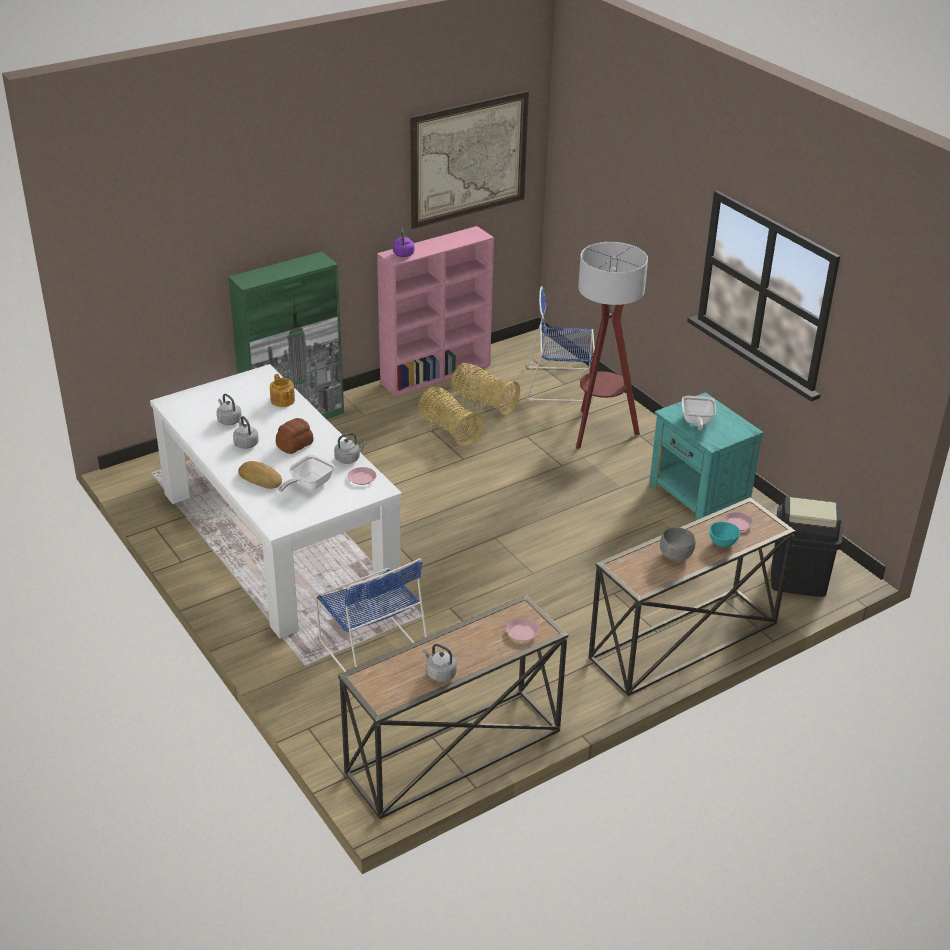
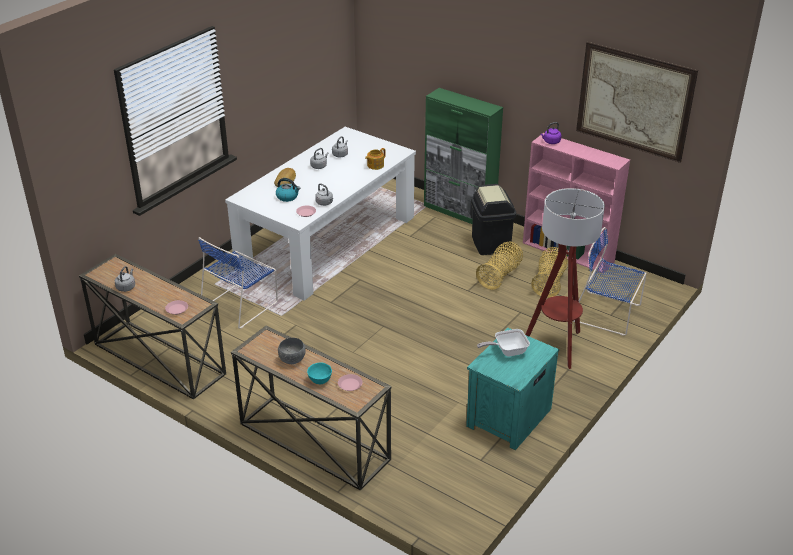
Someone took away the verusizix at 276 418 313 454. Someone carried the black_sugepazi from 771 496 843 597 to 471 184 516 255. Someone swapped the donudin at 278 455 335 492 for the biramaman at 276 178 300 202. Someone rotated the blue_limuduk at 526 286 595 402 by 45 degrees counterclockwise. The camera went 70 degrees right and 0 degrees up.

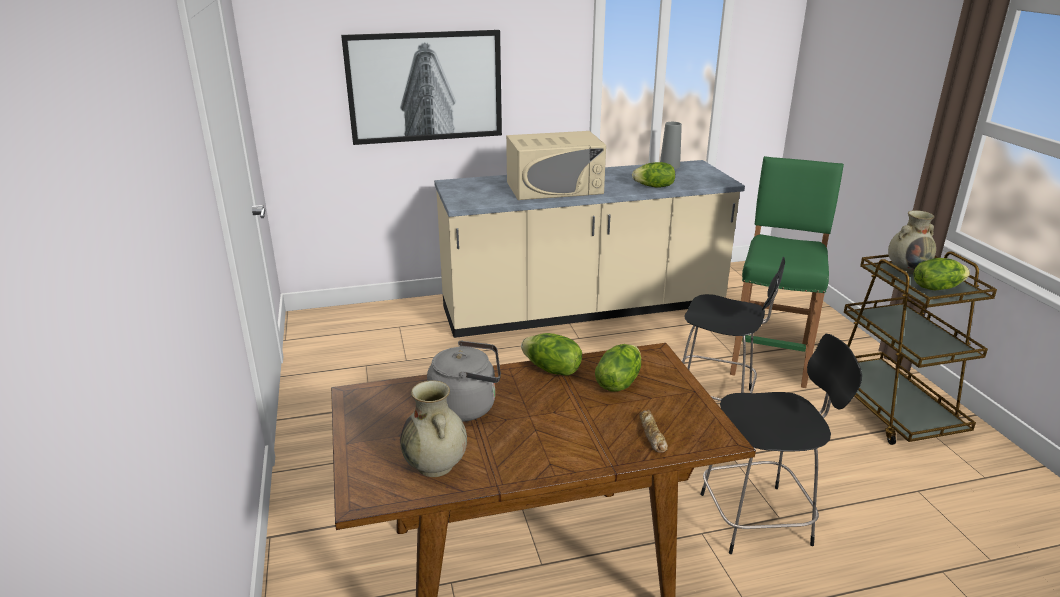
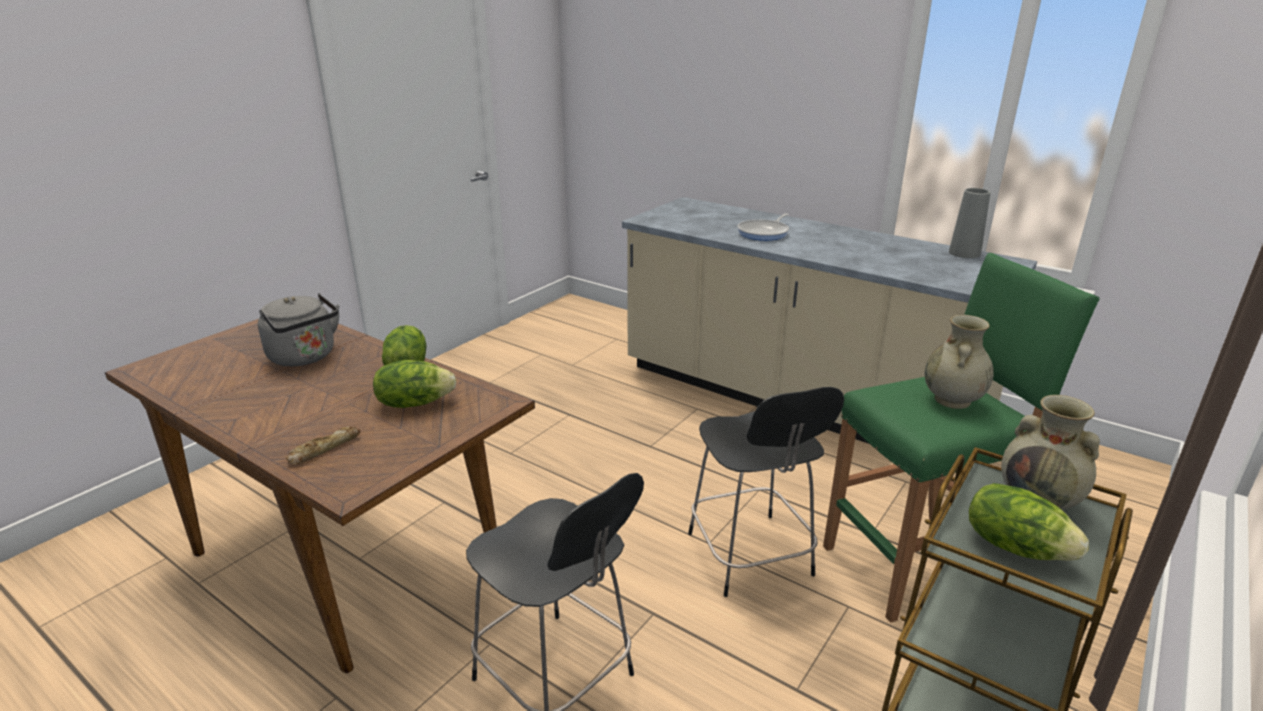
Someone took away the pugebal at 341 30 502 145. Someone took away the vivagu at 632 162 675 188. Someone carried the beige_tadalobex from 400 380 467 477 to 925 315 994 409. Someone swapped the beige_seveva at 506 131 606 200 for the donudin at 737 213 789 241. The camera went 50 degrees right and 0 degrees up.

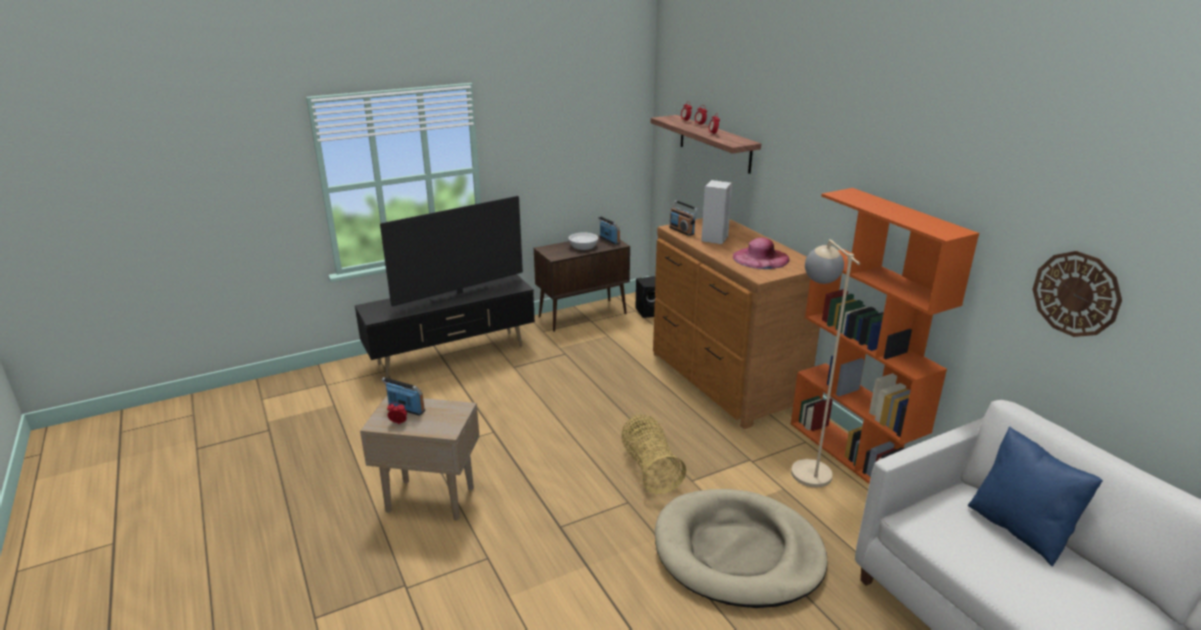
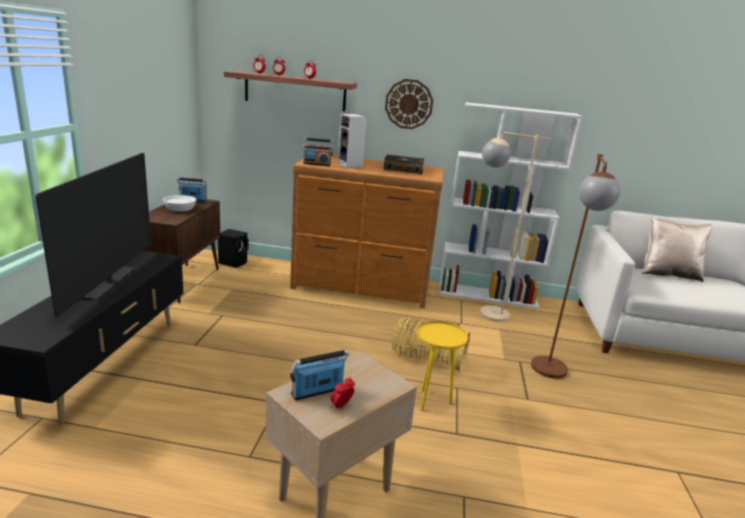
Someone put down the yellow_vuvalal at 417 321 468 411. Someone carried the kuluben from 1033 251 1122 337 to 385 79 433 129. Someone swapped the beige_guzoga at 655 489 827 608 for the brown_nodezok at 531 154 620 379. Someone swapped the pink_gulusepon at 733 237 789 269 for the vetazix at 384 154 424 174. Someone repainted the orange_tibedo at 791 188 979 484, which became the white_tibedo at 438 102 583 309. Someone repainted the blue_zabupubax at 968 426 1103 566, which became the beige_zabupubax at 641 217 712 282. The camera went 55 degrees left and 5 degrees down.

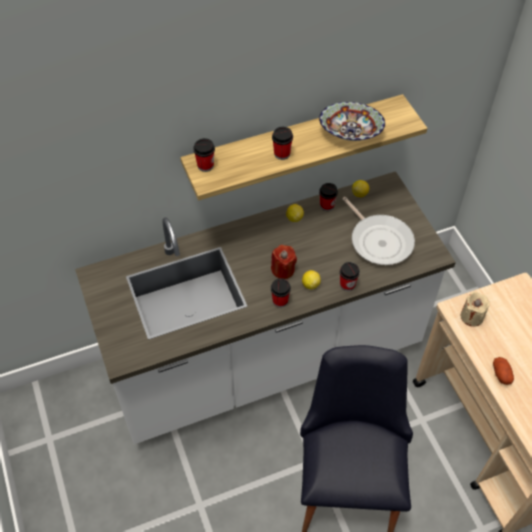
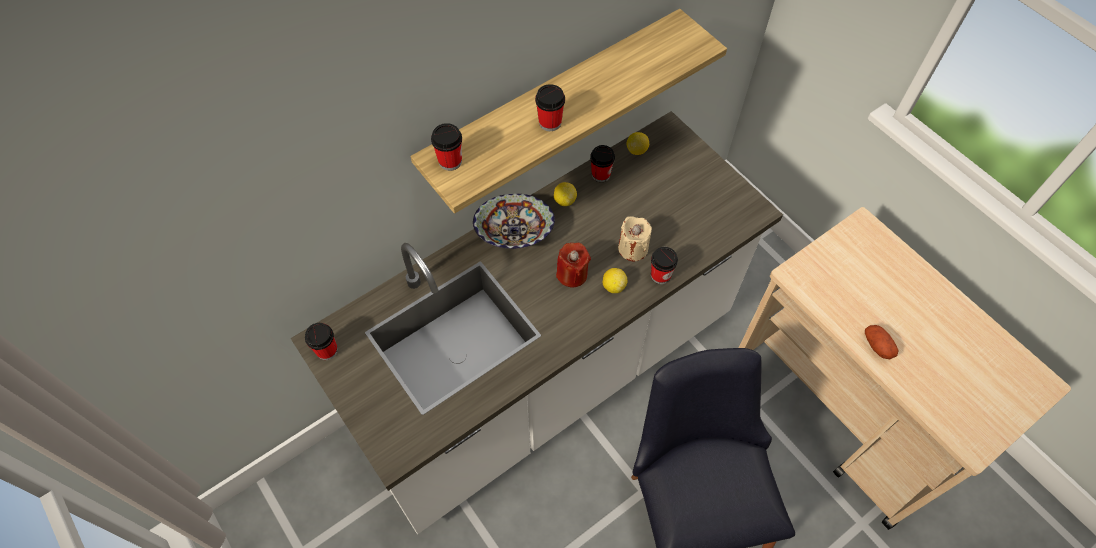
Someone took away the donudin at 342 197 415 265. Someone carried the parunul from 271 278 291 308 to 305 323 338 360. Someone carried the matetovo from 319 102 385 141 to 473 194 555 249. Someone carried the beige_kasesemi from 461 292 490 327 to 618 216 652 261. The camera went 15 degrees left and 5 degrees up.

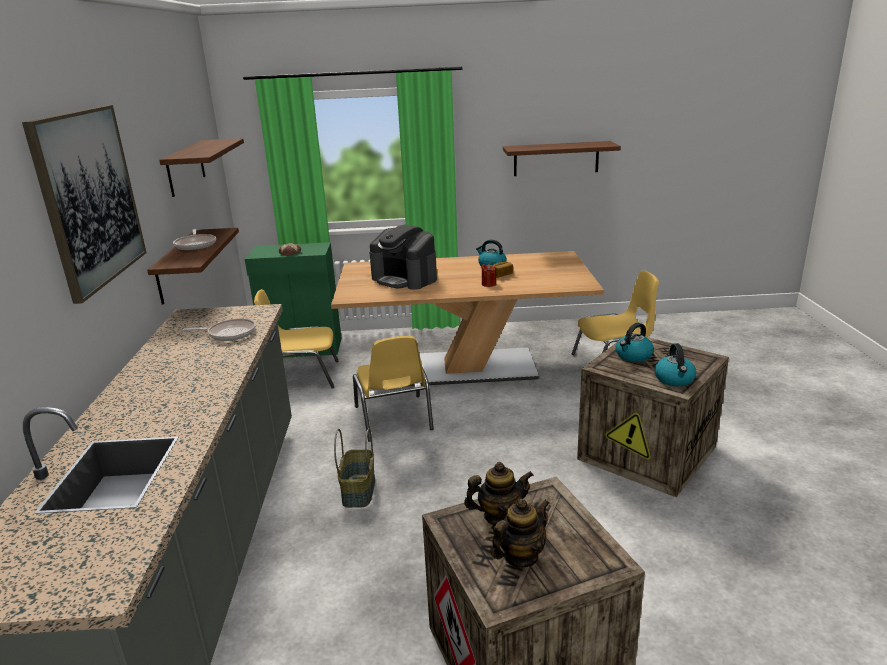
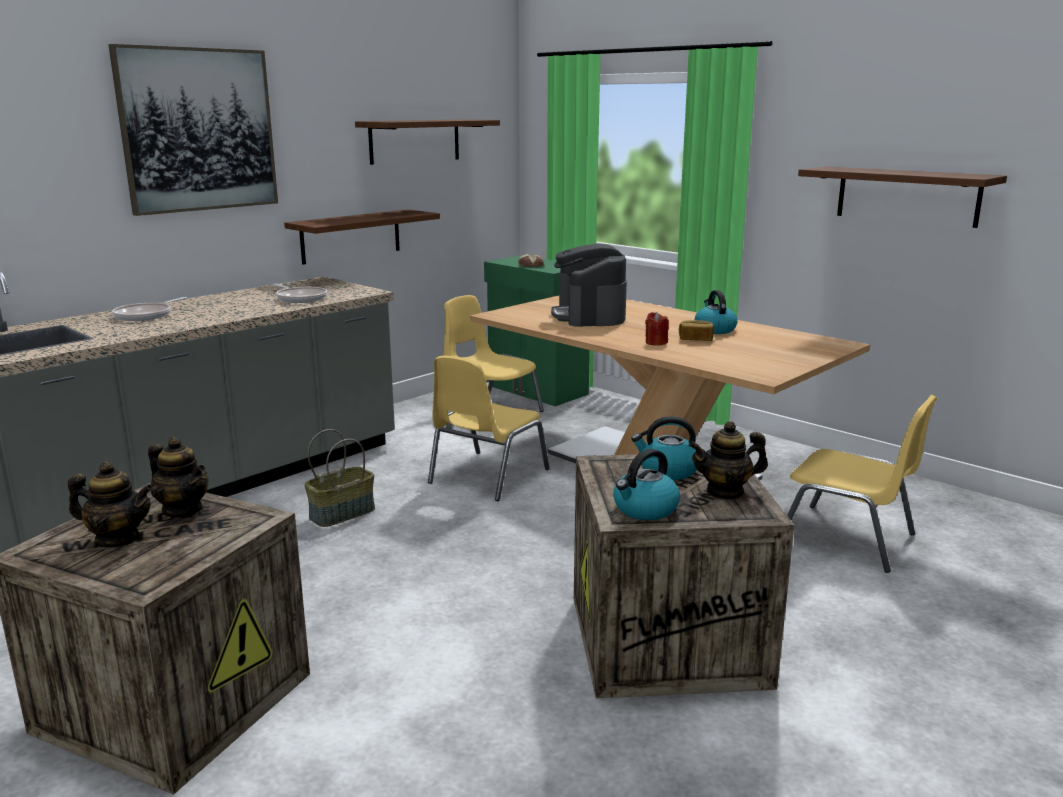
Someone put down the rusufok at 689 421 768 500. Someone carried the donudin from 173 229 216 250 to 112 297 187 321. The camera went 45 degrees right and 5 degrees down.

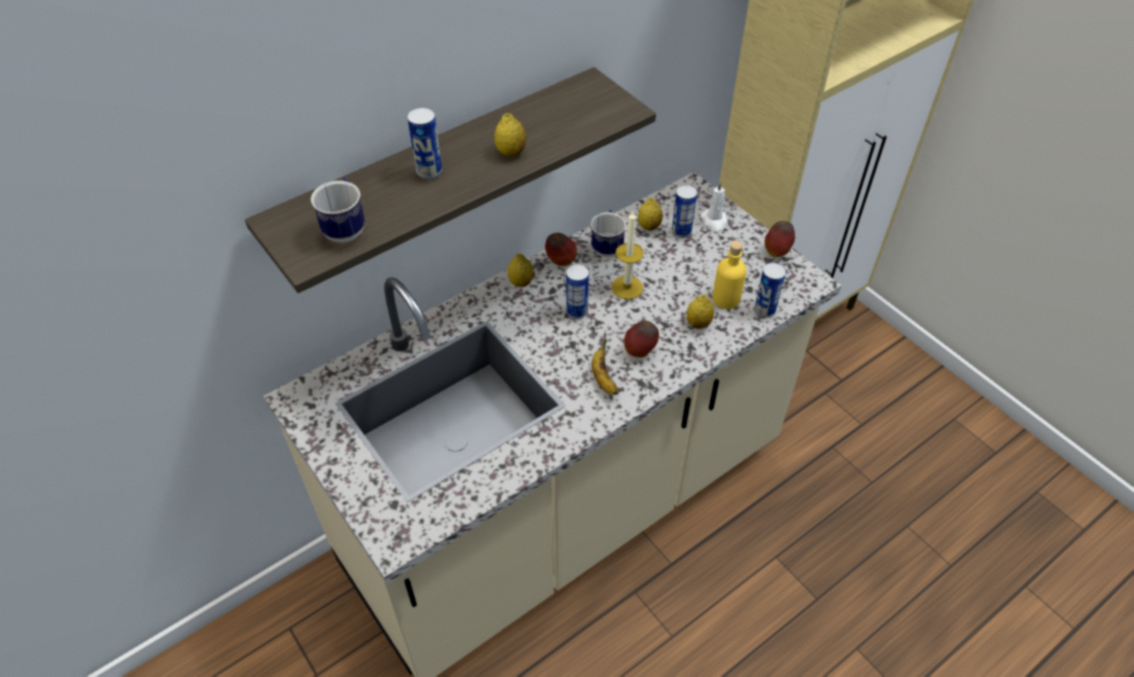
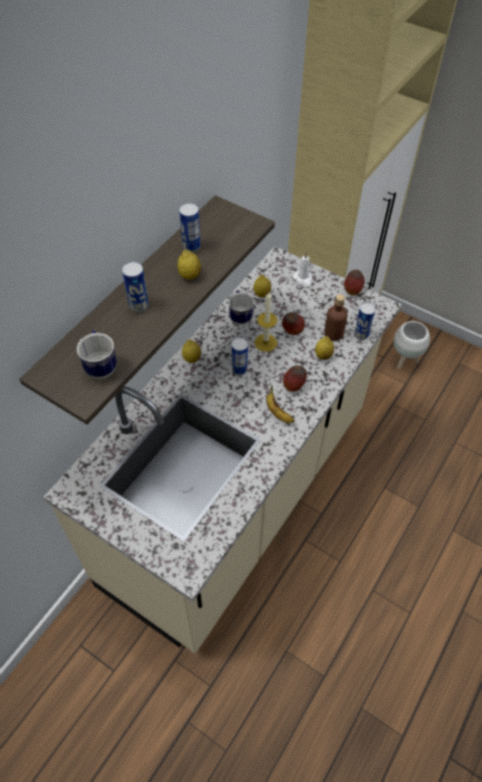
Someone put down the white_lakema at 394 321 430 369. Someone carried the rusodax from 545 233 577 266 to 282 312 305 335. Someone carried the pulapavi from 672 185 697 238 to 179 203 201 253. Someone repainted the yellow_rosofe at 712 241 747 309, which became the brown_rosofe at 324 294 348 341. The camera went 20 degrees left and 5 degrees up.

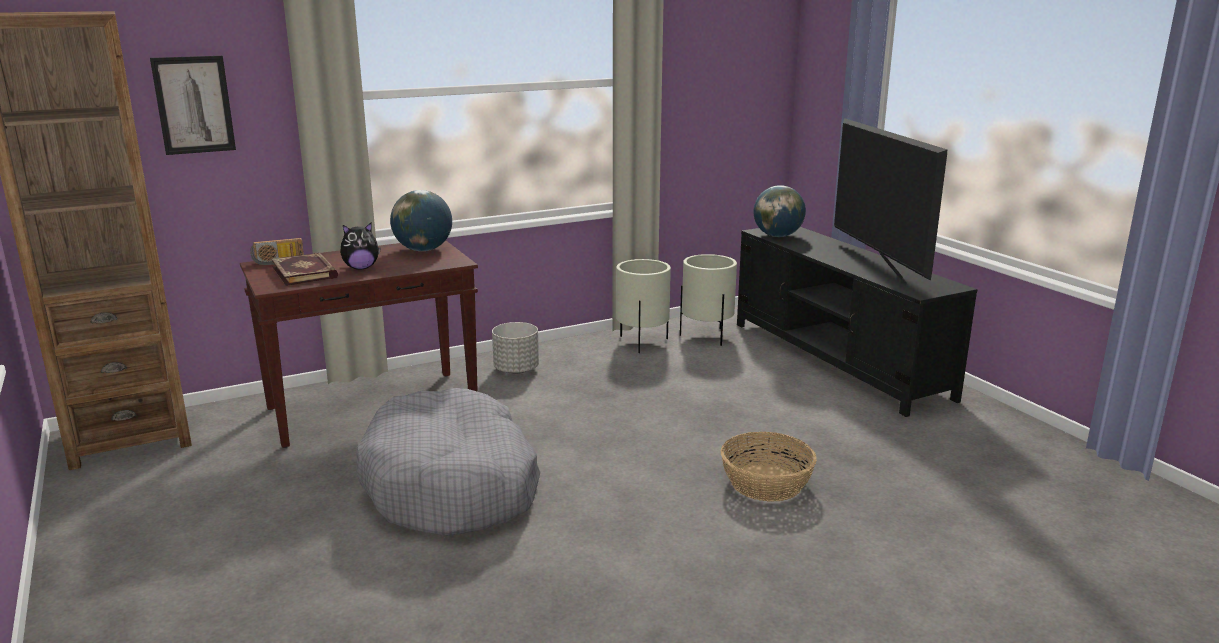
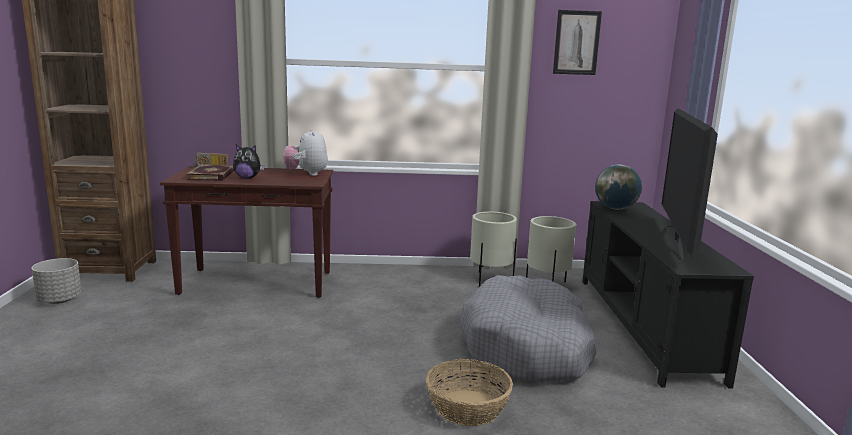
Someone carried the pugebal from 150 56 236 155 to 553 10 602 75. Someone carried the grey_guzoga from 356 388 541 536 to 460 275 597 382. Someone carried the grey_lakema from 492 322 539 374 to 32 258 82 304. Someone swapped the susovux at 390 190 452 251 for the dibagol at 283 129 328 176. The camera went 25 degrees right and 5 degrees down.

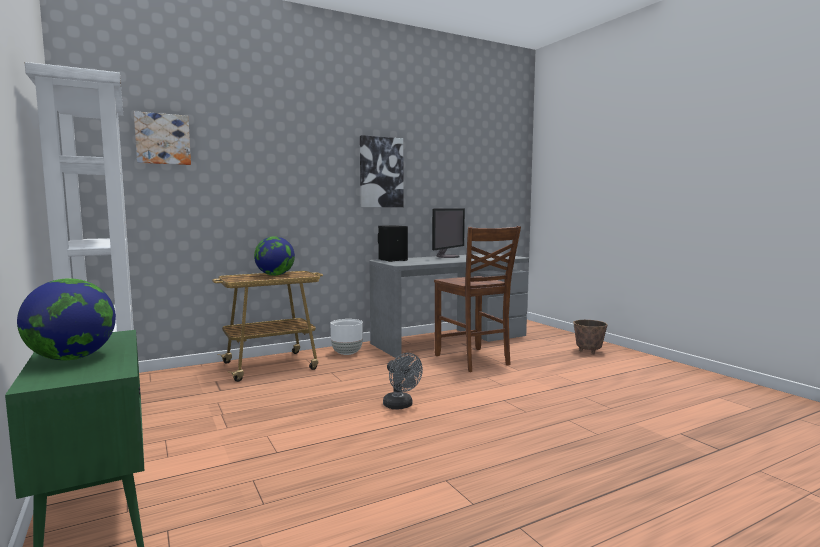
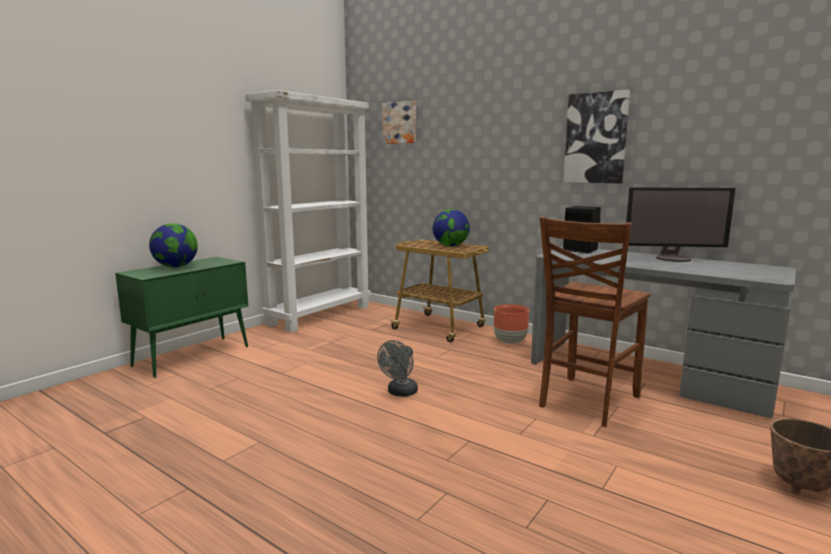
Someone repainted the white_lakema at 331 319 363 355, which became the brown_lakema at 494 304 529 344. The camera went 65 degrees right and 5 degrees up.

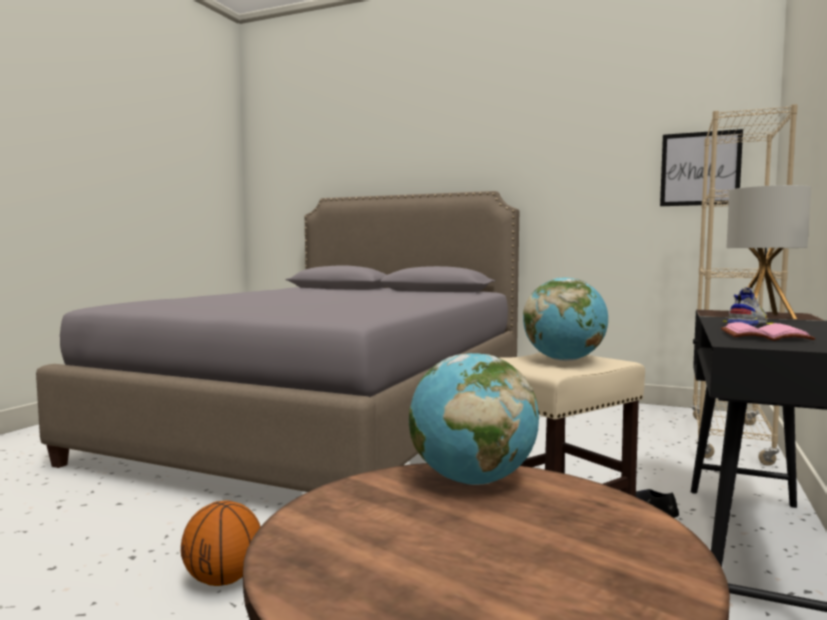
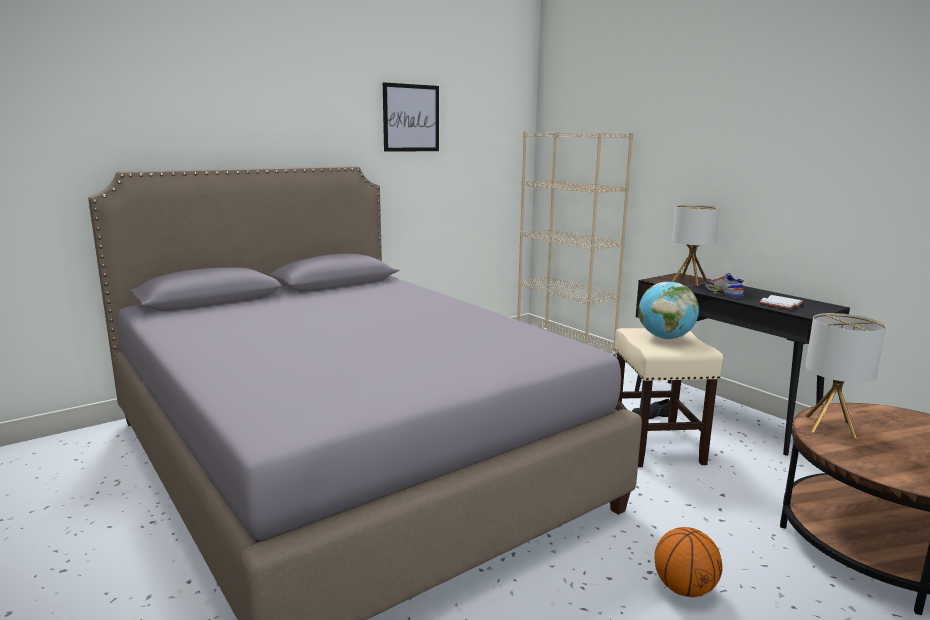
Someone carried the pugebal from 660 129 743 206 to 383 82 439 152. Someone swapped the susovux at 409 353 539 485 for the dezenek at 805 313 886 439. Someone repainted the pink_vetazix at 721 322 815 341, which became the white_vetazix at 758 295 805 310. The camera went 60 degrees left and 10 degrees up.

